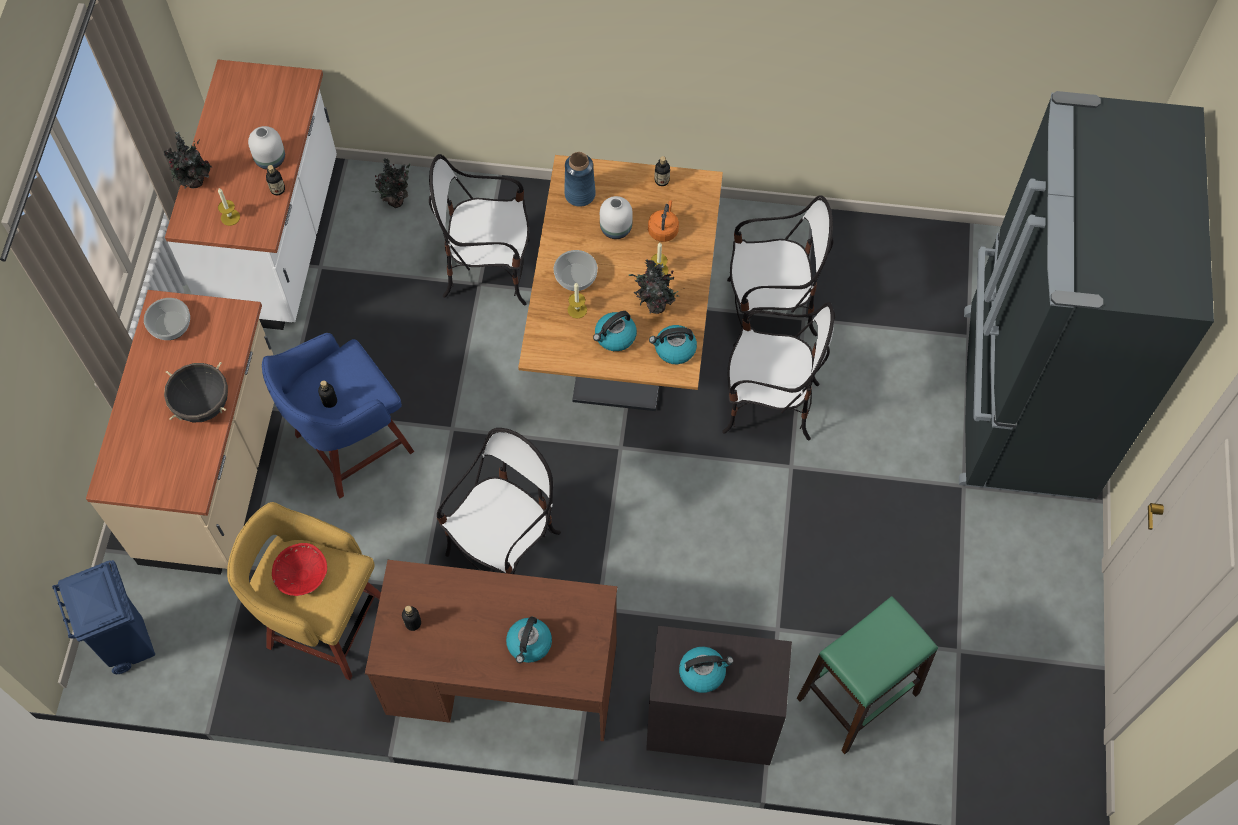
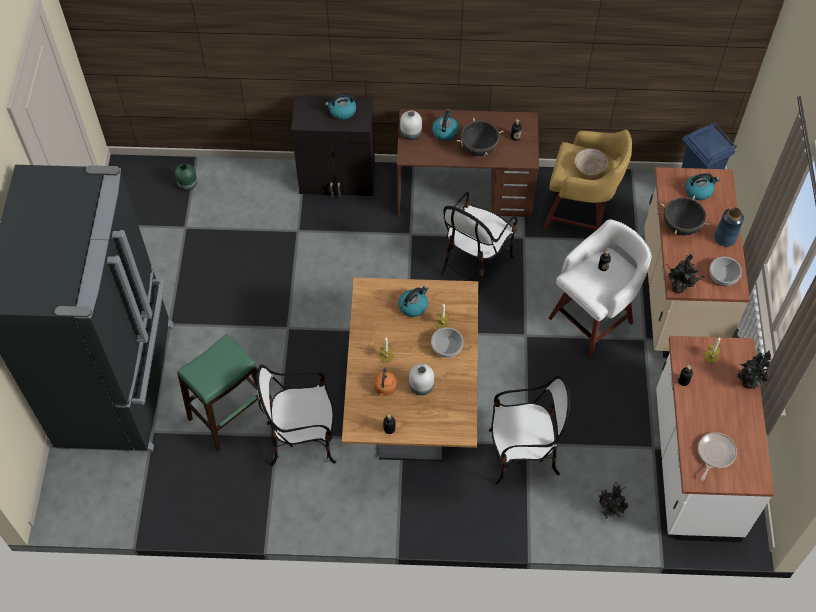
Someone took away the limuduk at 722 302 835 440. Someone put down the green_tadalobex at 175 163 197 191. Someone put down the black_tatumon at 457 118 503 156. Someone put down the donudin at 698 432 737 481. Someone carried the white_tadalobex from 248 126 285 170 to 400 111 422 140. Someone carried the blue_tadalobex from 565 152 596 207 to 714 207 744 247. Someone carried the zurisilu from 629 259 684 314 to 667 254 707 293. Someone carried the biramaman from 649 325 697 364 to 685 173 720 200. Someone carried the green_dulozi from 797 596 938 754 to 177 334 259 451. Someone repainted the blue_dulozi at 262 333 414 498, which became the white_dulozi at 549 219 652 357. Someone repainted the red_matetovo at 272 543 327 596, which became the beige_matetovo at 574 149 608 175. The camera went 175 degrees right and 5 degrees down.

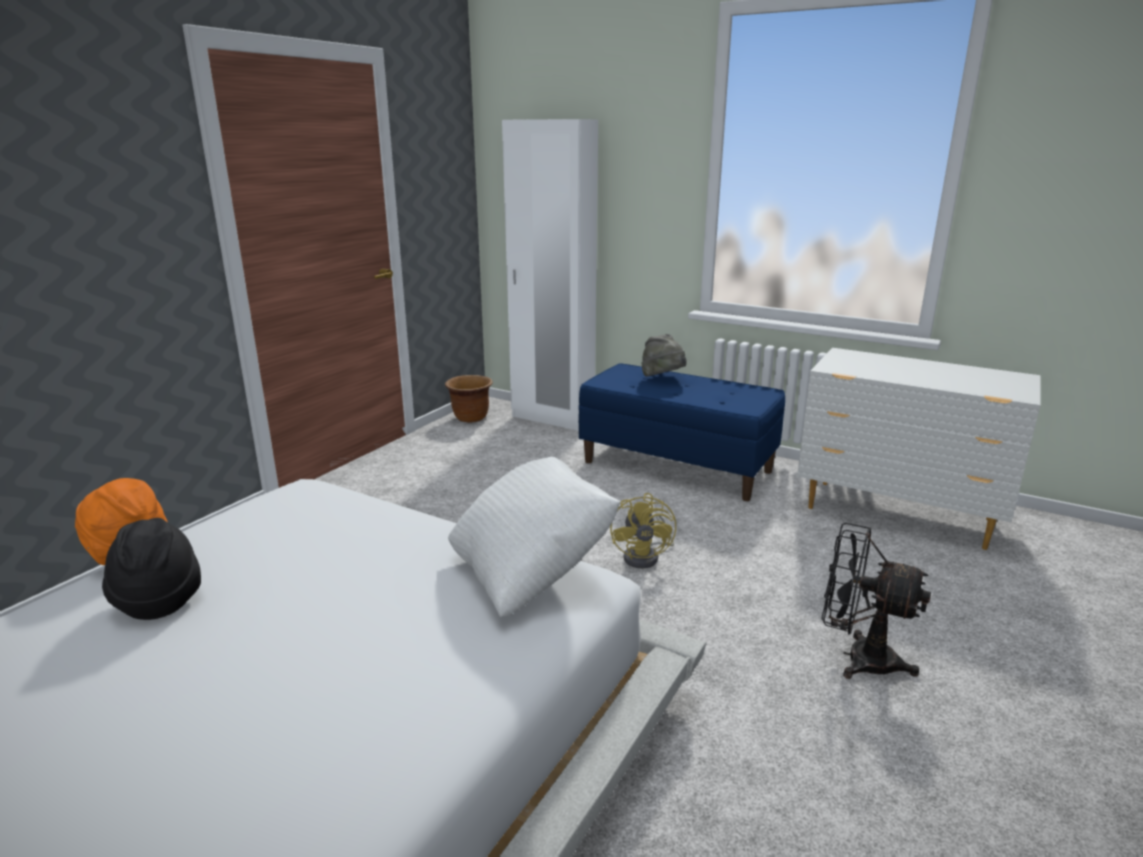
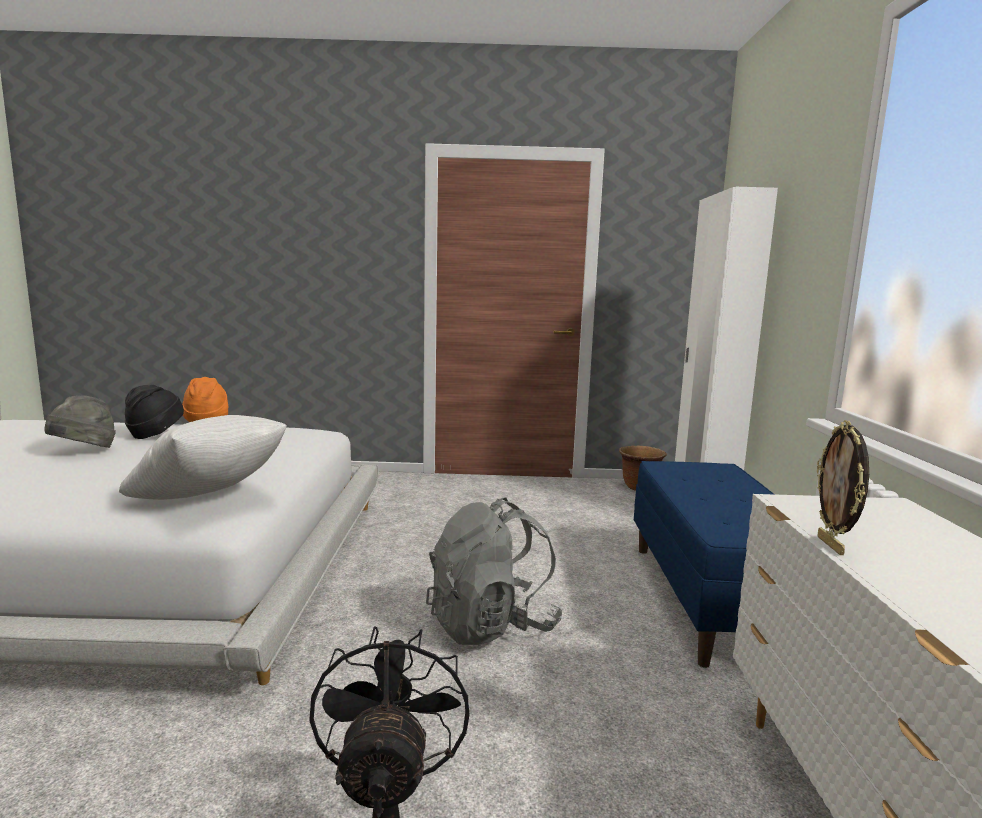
Someone put down the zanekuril at 817 420 869 555. Someone carried the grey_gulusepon from 642 334 687 377 to 44 395 116 448. Someone swapped the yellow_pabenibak at 610 493 676 568 for the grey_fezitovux at 426 497 562 645. The camera went 60 degrees right and 10 degrees down.

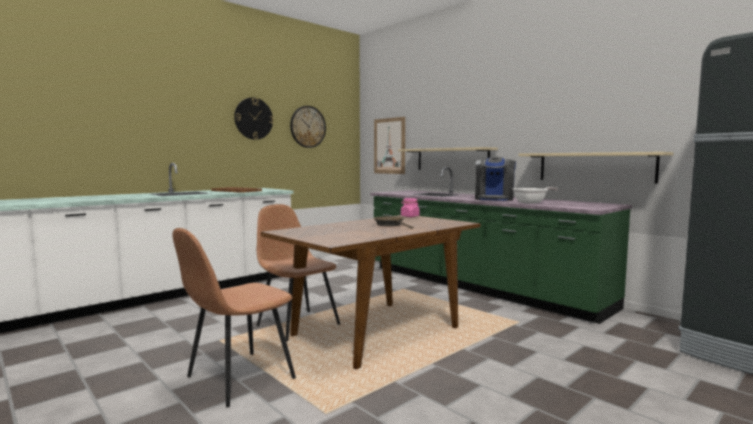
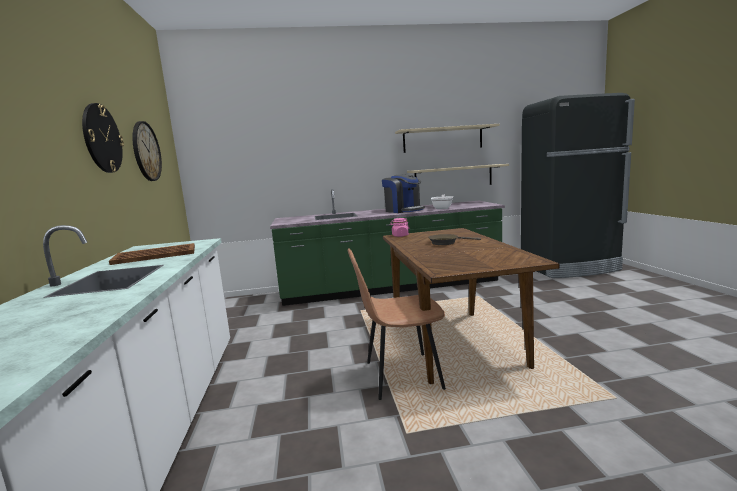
Someone took away the brown_limuduk at 172 228 296 407. Someone took away the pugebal at 374 117 405 174. Someone carried the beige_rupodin from 398 147 498 170 to 395 124 500 153. The camera went 55 degrees left and 5 degrees up.

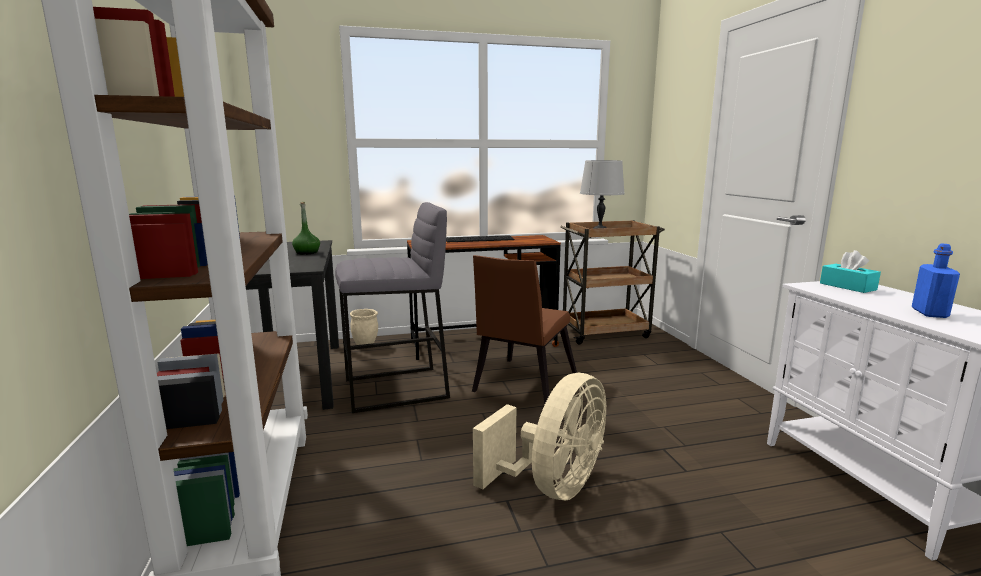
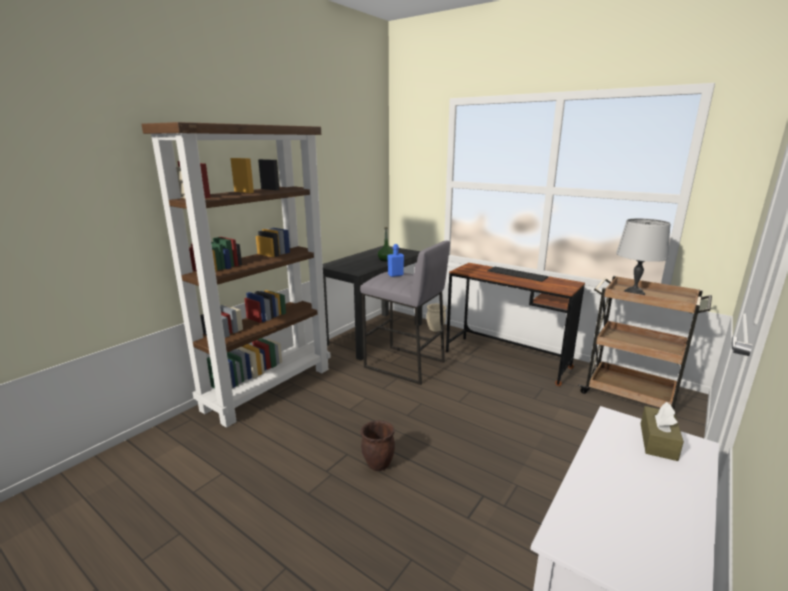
Someone took away the brown_limuduk at 472 255 577 405. Someone carried the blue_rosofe from 912 244 960 318 to 387 244 404 277. Someone swapped the beige_pabenibak at 473 373 606 501 for the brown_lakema at 361 420 395 471. Someone repainted the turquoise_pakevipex at 820 250 881 293, which became the brown_pakevipex at 641 402 684 461. The camera went 50 degrees right and 5 degrees up.

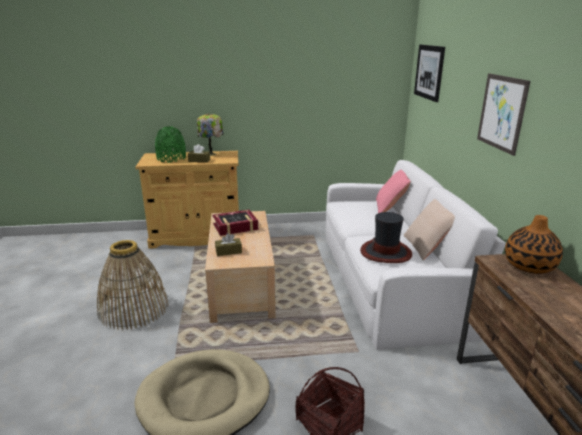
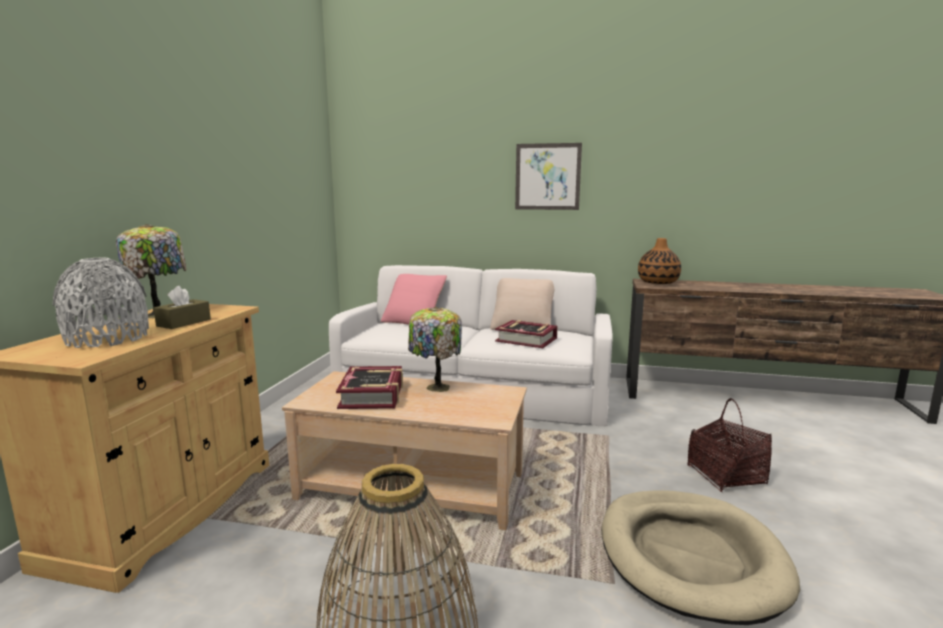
Someone took away the brown_pakevipex at 215 233 242 256. Someone took away the pugebal at 414 45 445 102. Someone put down the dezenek at 408 307 462 392. Someone swapped the gulusepon at 360 212 412 263 for the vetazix at 495 320 557 348. Someone repainted the green_tadalobex at 155 126 186 163, which became the grey_tadalobex at 53 258 149 348. The camera went 70 degrees left and 10 degrees down.

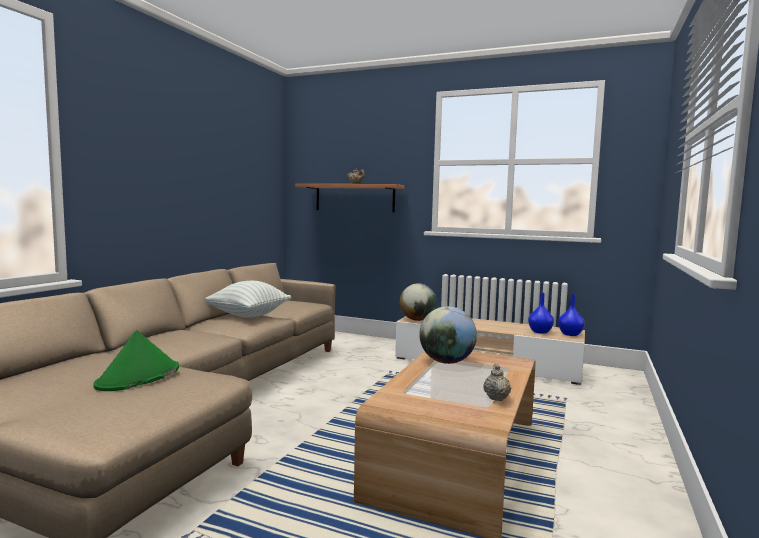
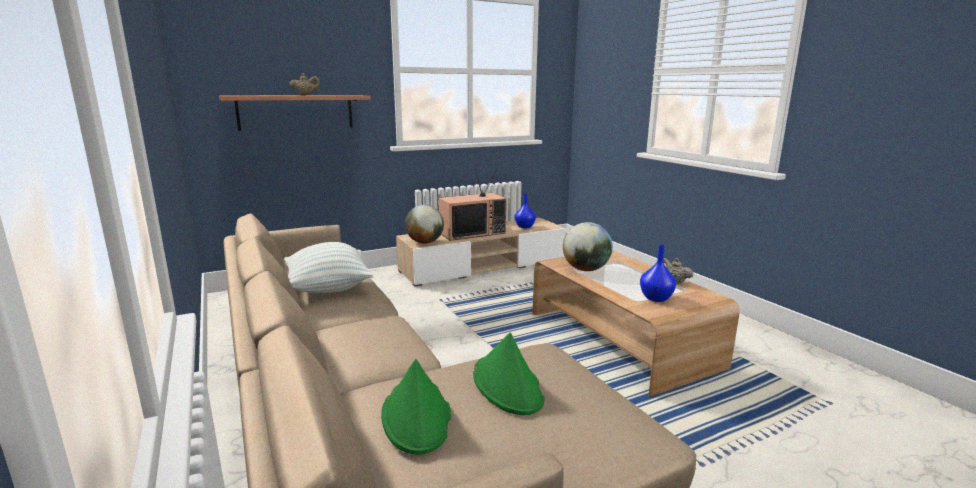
Someone put down the green_gulusepon at 381 359 451 455. Someone put down the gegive at 438 161 507 241. Someone carried the blue_tadalobex from 558 294 585 336 to 640 245 676 302. The camera went 50 degrees left and 10 degrees up.

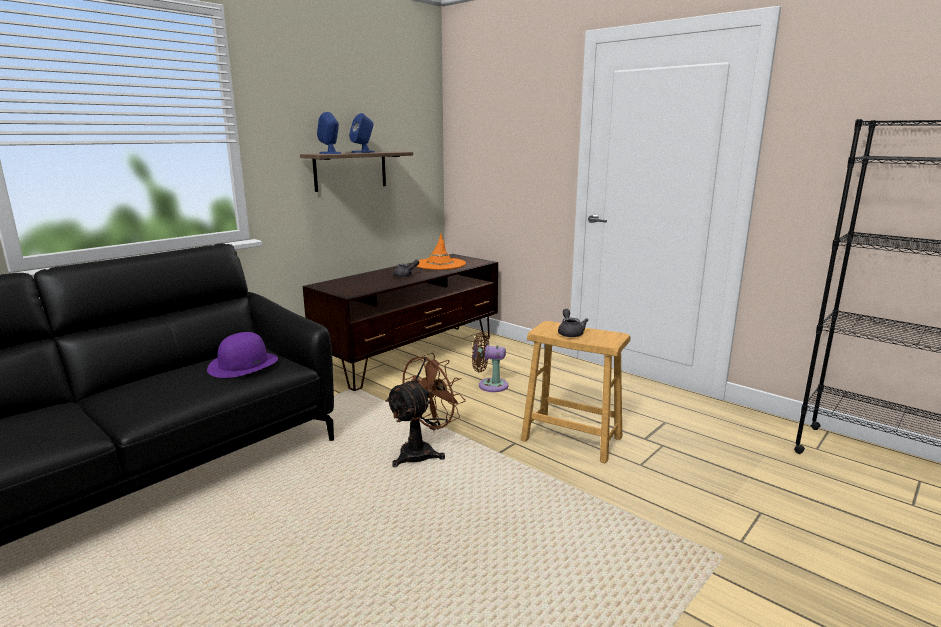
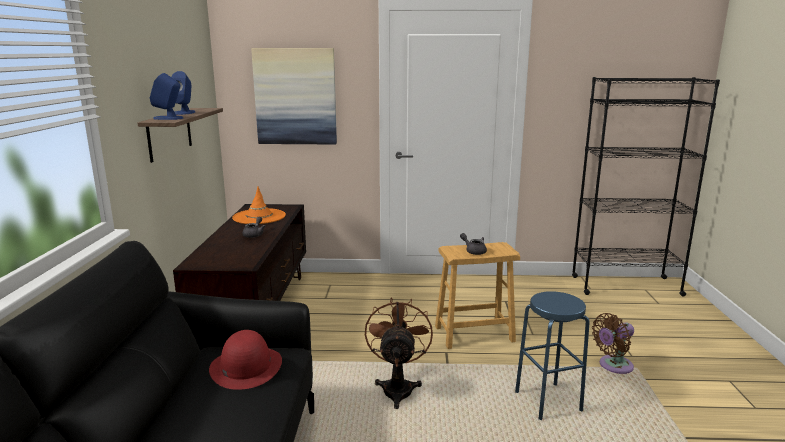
Someone put up the pugebal at 251 48 337 144. Someone put down the blue_dulozi at 515 291 590 420. Someone carried the brown_pabenibak from 472 332 508 392 to 592 313 634 374. Someone repainted the purple_gulusepon at 207 332 278 378, which became the red_gulusepon at 209 330 282 390. The camera went 40 degrees left and 0 degrees up.

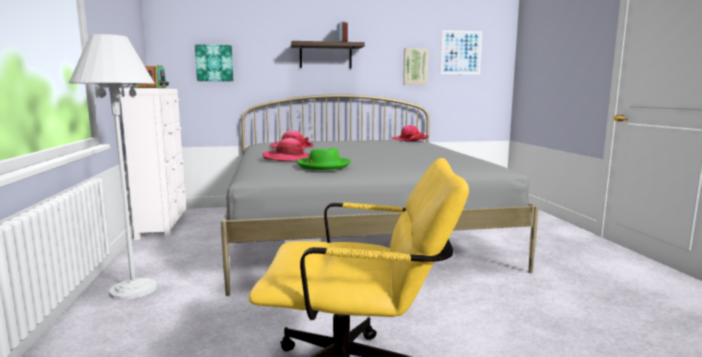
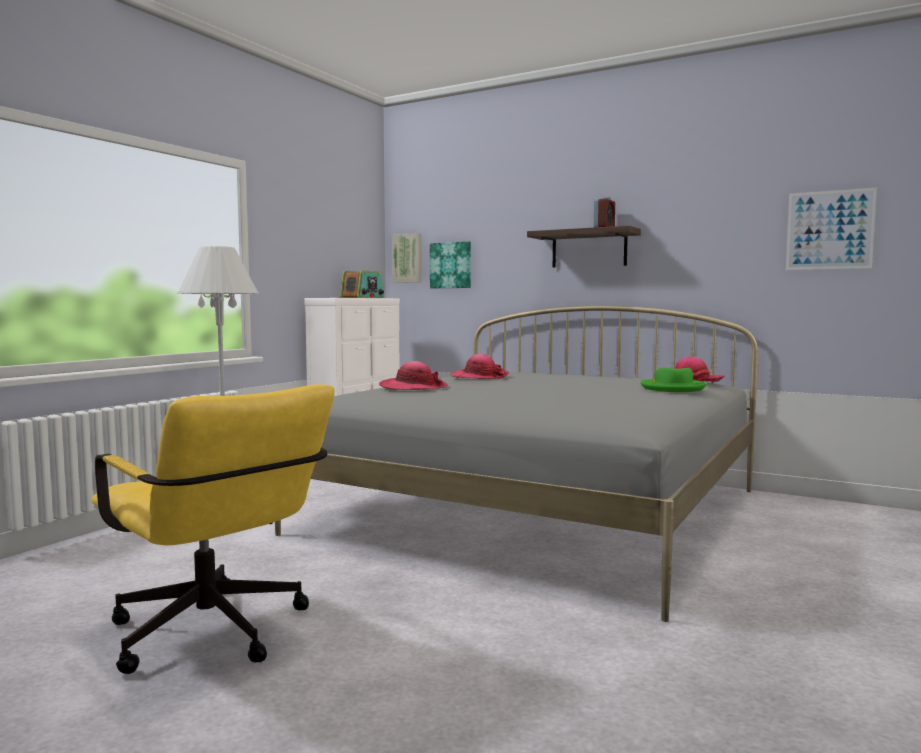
Someone carried the green_gulusepon from 297 148 351 170 to 641 368 707 392. Someone carried the pugebal from 403 48 429 85 to 392 233 422 283. The camera went 40 degrees right and 5 degrees down.

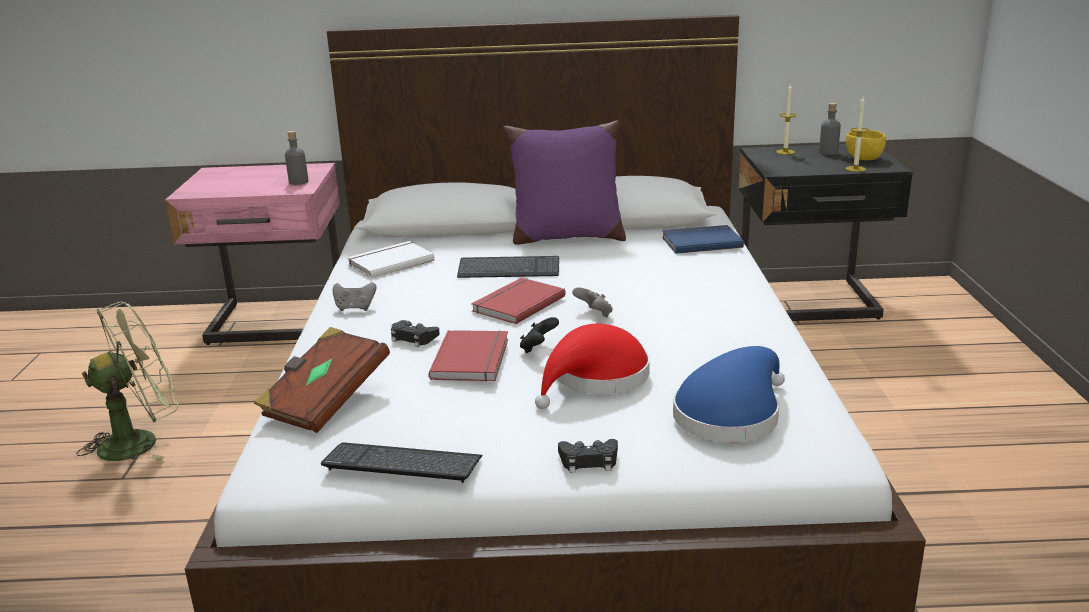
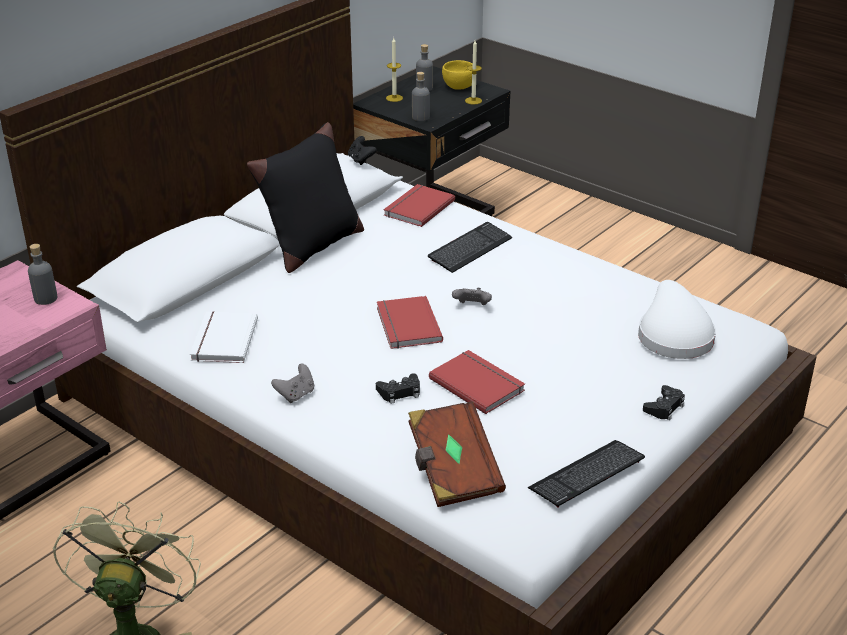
Someone took away the red_gulusepon at 535 324 650 409. Someone put down the grey_rosofe at 412 72 430 121. Someone carried the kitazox from 457 256 559 278 to 428 222 512 273. Someone carried the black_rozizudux from 520 317 559 353 to 348 136 377 165. Someone repainted the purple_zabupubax at 503 120 626 245, which became the black_zabupubax at 247 122 364 273. Someone repainted the blue_vetazix at 662 225 744 254, which became the red_vetazix at 384 184 455 227. Someone repainted the blue_gulusepon at 673 346 785 442, which became the white_gulusepon at 638 280 716 359. The camera went 50 degrees left and 10 degrees up.

